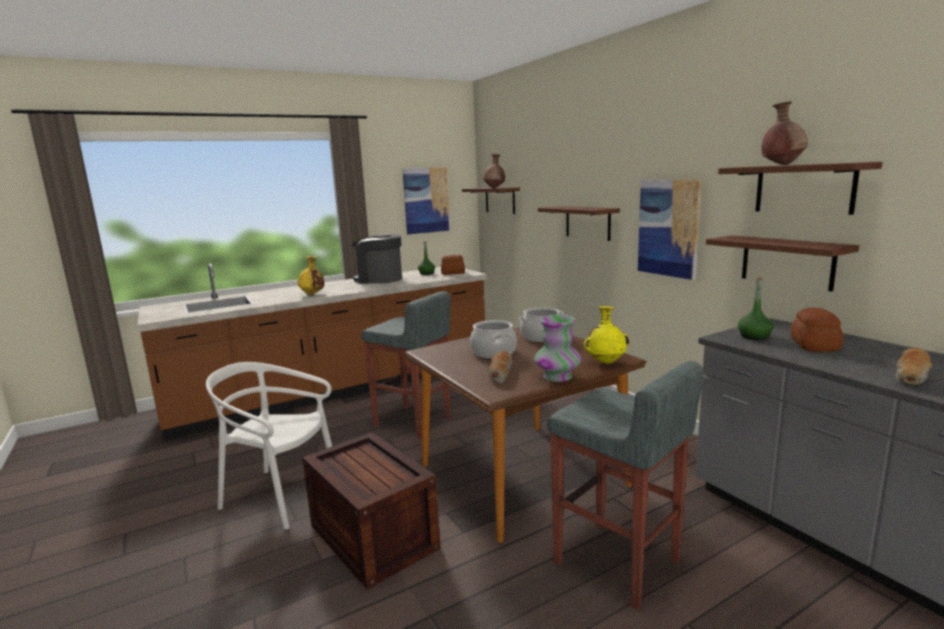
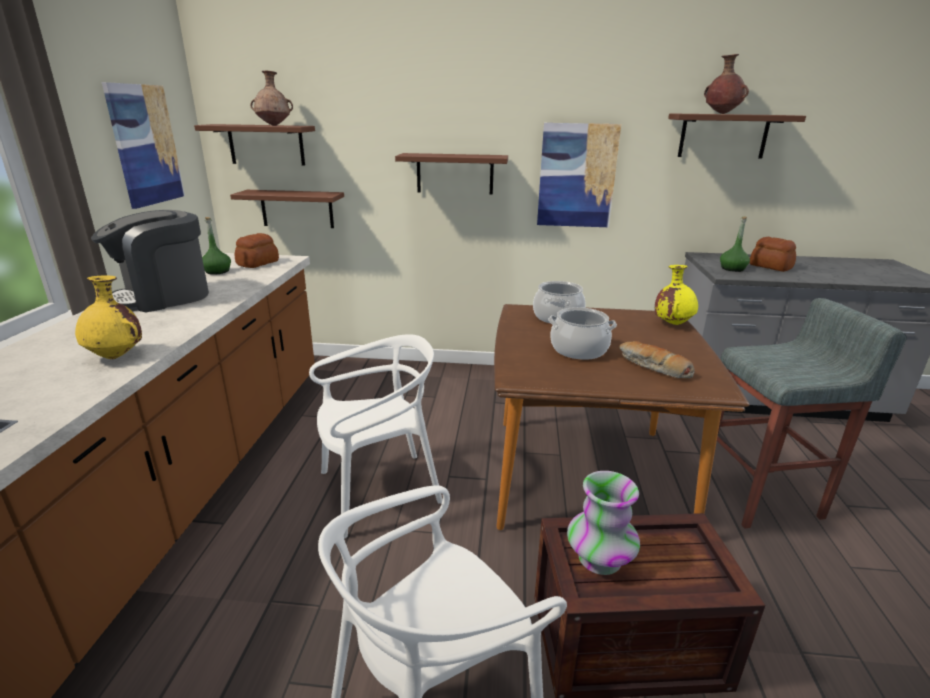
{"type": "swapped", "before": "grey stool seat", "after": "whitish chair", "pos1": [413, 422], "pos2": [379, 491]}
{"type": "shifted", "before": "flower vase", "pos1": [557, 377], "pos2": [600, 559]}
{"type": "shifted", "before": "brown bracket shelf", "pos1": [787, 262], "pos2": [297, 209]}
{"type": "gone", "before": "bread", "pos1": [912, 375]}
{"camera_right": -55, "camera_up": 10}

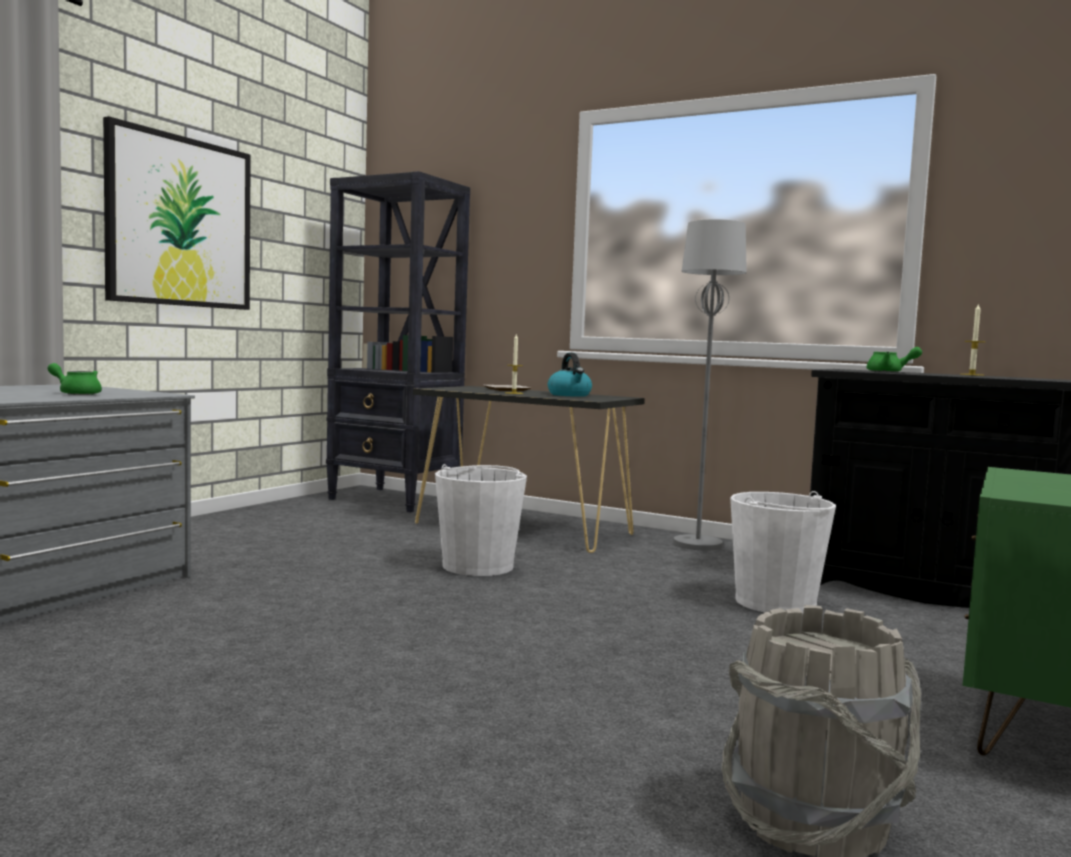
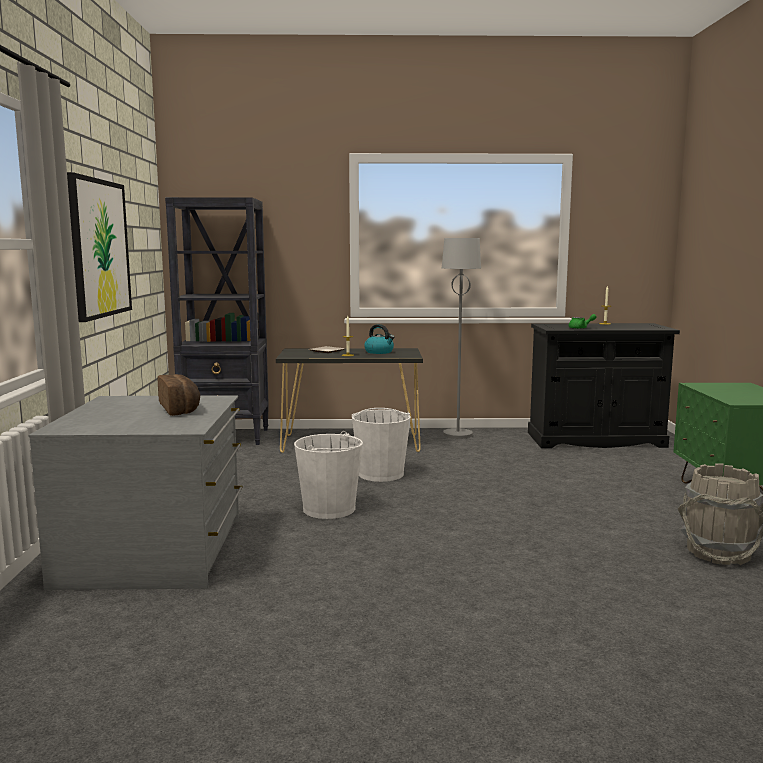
{"type": "swapped", "before": "green teapot", "after": "bread", "pos1": [76, 393], "pos2": [181, 408]}
{"type": "shifted", "before": "whitish water bucket", "pos1": [776, 603], "pos2": [329, 509]}
{"camera_right": -30, "camera_up": 5}

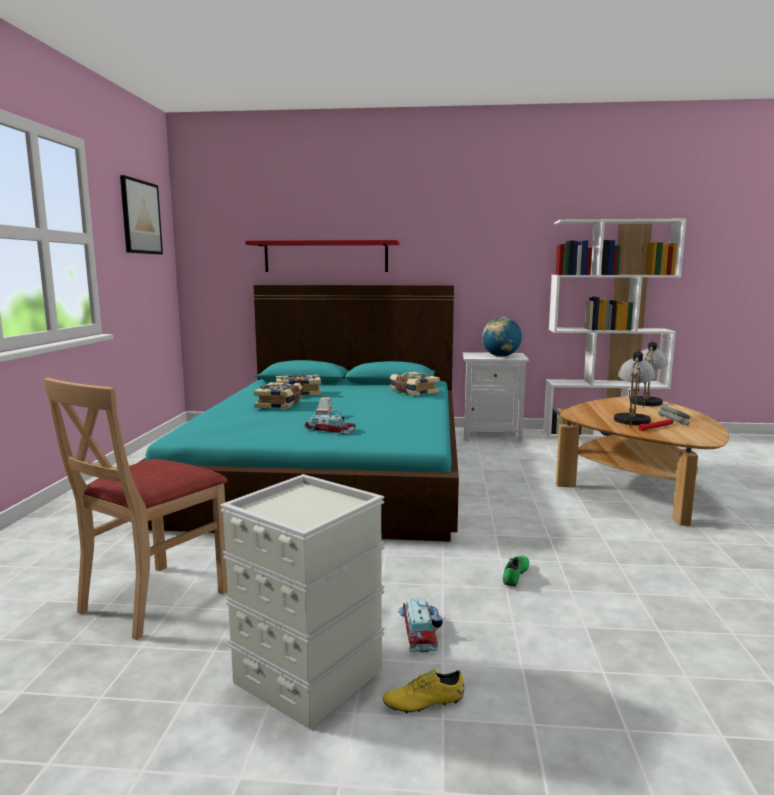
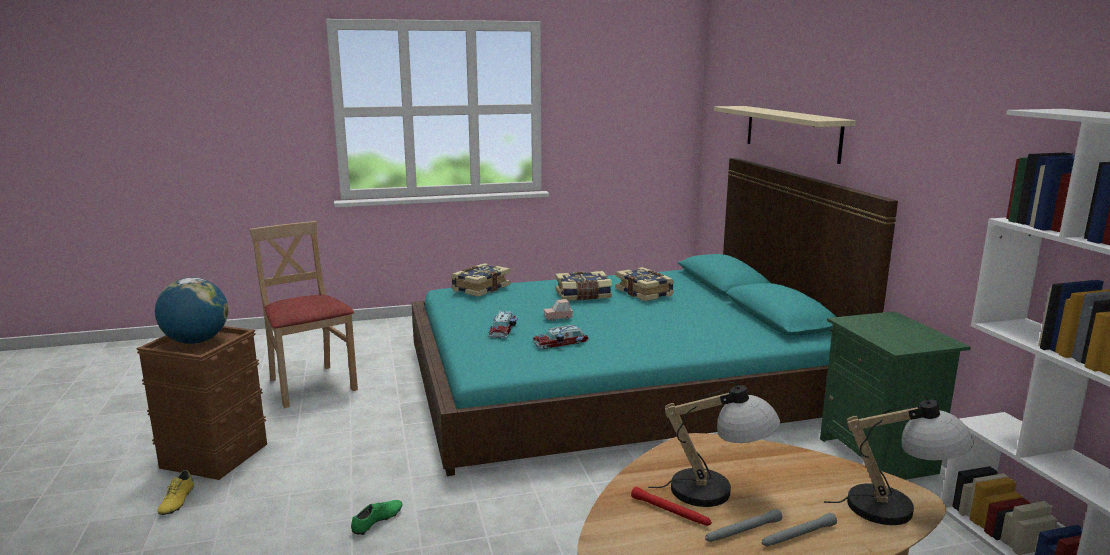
{"type": "rotated", "before": "beige chair", "pos1": [153, 599], "pos2": [311, 385], "turn": 45}
{"type": "gone", "before": "wall picture", "pos1": [141, 217]}
{"type": "repainted", "before": "grey storage container", "after": "brown storage container", "pos1": [308, 677], "pos2": [213, 456]}
{"type": "repainted", "before": "reddish bracket shelf", "after": "beige bracket shelf", "pos1": [326, 256], "pos2": [791, 132]}
{"type": "rotated", "before": "yellowish item of footwear", "pos1": [424, 703], "pos2": [177, 502], "turn": -150}
{"type": "shifted", "before": "volume", "pos1": [413, 392], "pos2": [480, 288]}
{"type": "shifted", "before": "miniature car", "pos1": [421, 630], "pos2": [561, 343]}
{"type": "repainted", "before": "whitish night table", "after": "green night table", "pos1": [491, 434], "pos2": [879, 456]}
{"type": "shifted", "before": "world globe", "pos1": [501, 356], "pos2": [196, 341]}
{"type": "rotated", "before": "green item of footwear", "pos1": [516, 576], "pos2": [377, 522], "turn": -60}
{"camera_right": 70, "camera_up": 5}

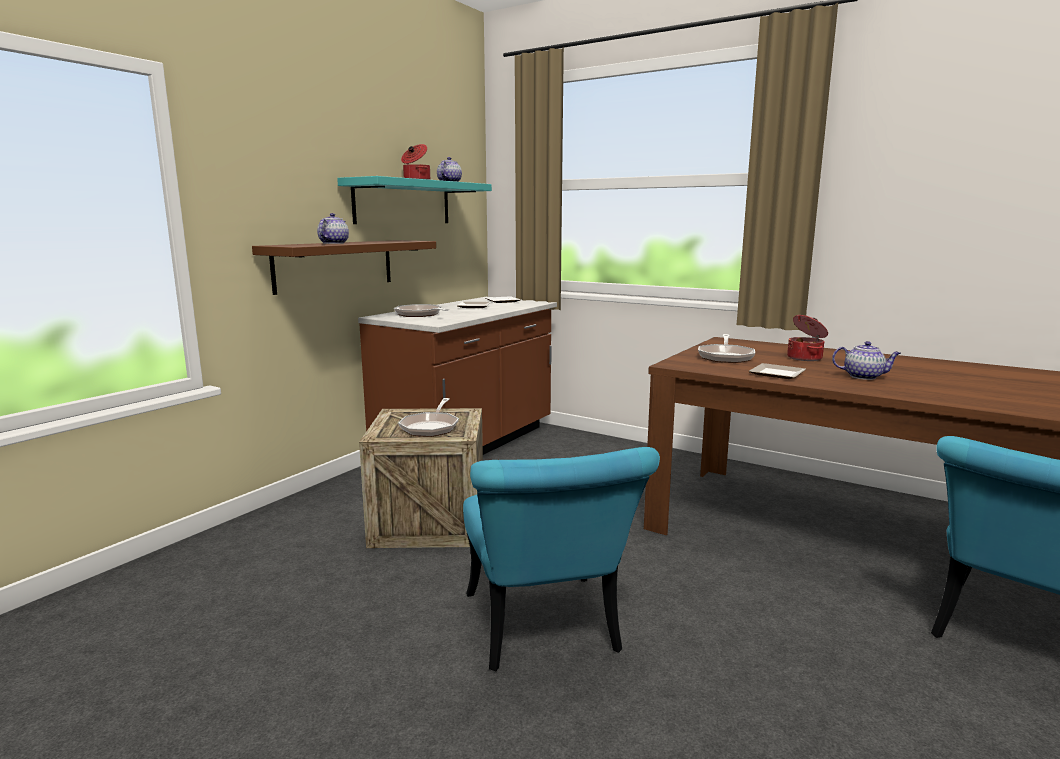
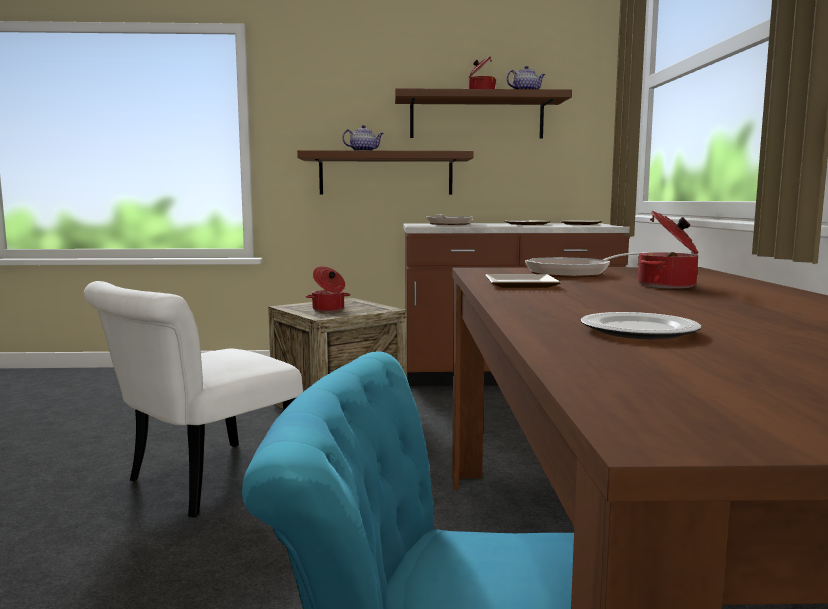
{"type": "repainted", "before": "turquoise-coloured bracket shelf", "after": "brown bracket shelf", "pos1": [403, 202], "pos2": [476, 117]}
{"type": "swapped", "before": "skillet", "after": "cooking pot", "pos1": [431, 427], "pos2": [328, 309]}
{"type": "repainted", "before": "turquoise-coloured chair", "after": "whitish chair", "pos1": [546, 633], "pos2": [200, 484]}
{"type": "gone", "before": "teapot", "pos1": [864, 376]}
{"type": "new", "after": "plate", "pos2": [640, 331]}
{"camera_right": 55, "camera_up": -5}

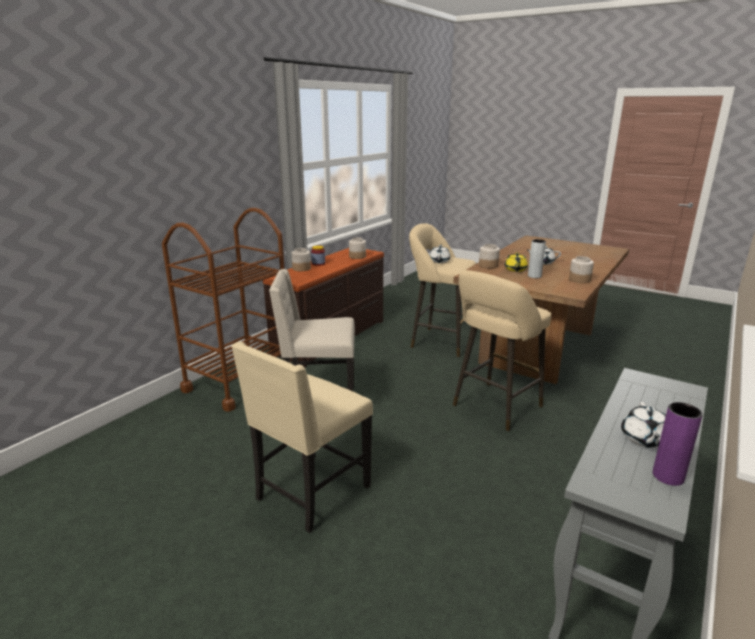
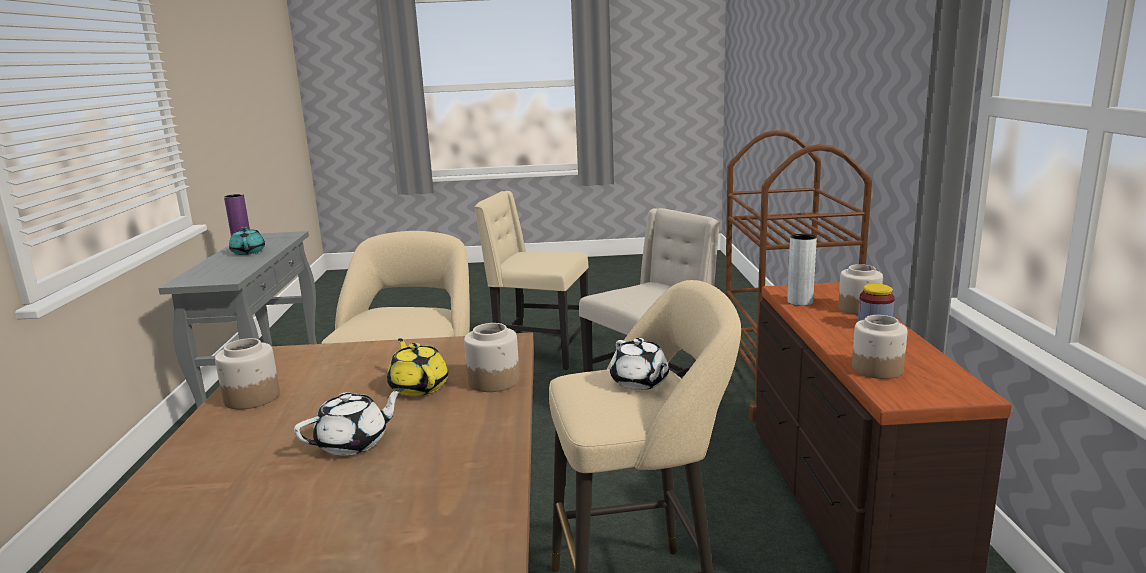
{"type": "rotated", "before": "beige chair", "pos1": [311, 493], "pos2": [539, 352], "turn": -75}
{"type": "shifted", "before": "grey flower vase", "pos1": [534, 276], "pos2": [800, 302]}
{"type": "repainted", "before": "whitish teapot", "after": "turquoise-coloured teapot", "pos1": [644, 439], "pos2": [248, 252]}
{"camera_right": 145, "camera_up": -5}

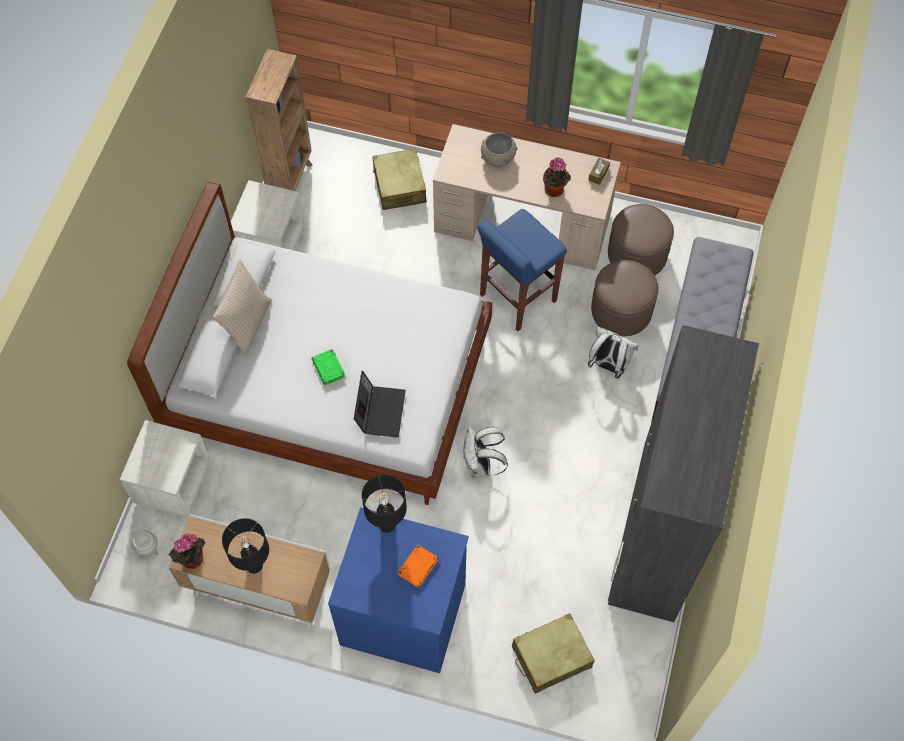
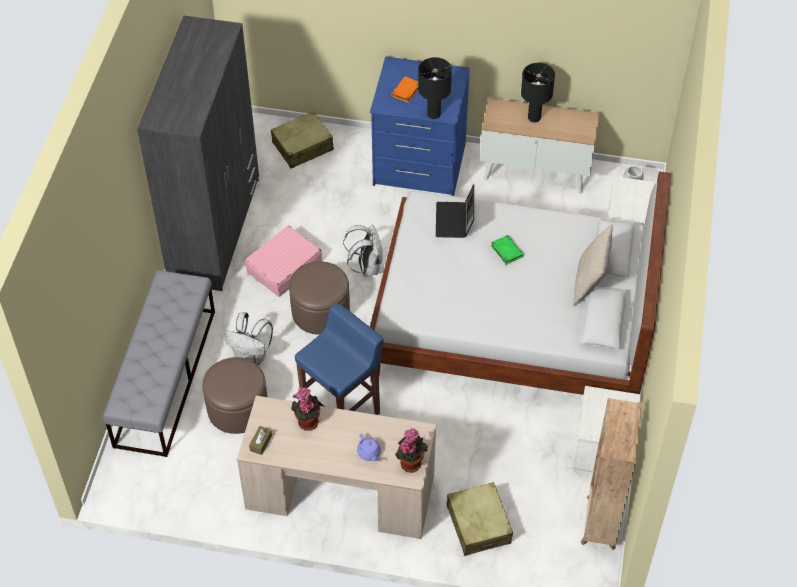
{"type": "shifted", "before": "plant in a pot", "pos1": [192, 561], "pos2": [410, 462]}
{"type": "swapped", "before": "grey serving bowl", "after": "purple-coloured teapot", "pos1": [498, 158], "pos2": [369, 453]}
{"type": "shifted", "before": "brown footrest", "pos1": [637, 254], "pos2": [320, 311]}
{"type": "new", "after": "pink piece of luggage", "pos2": [284, 268]}
{"camera_right": 175, "camera_up": -10}

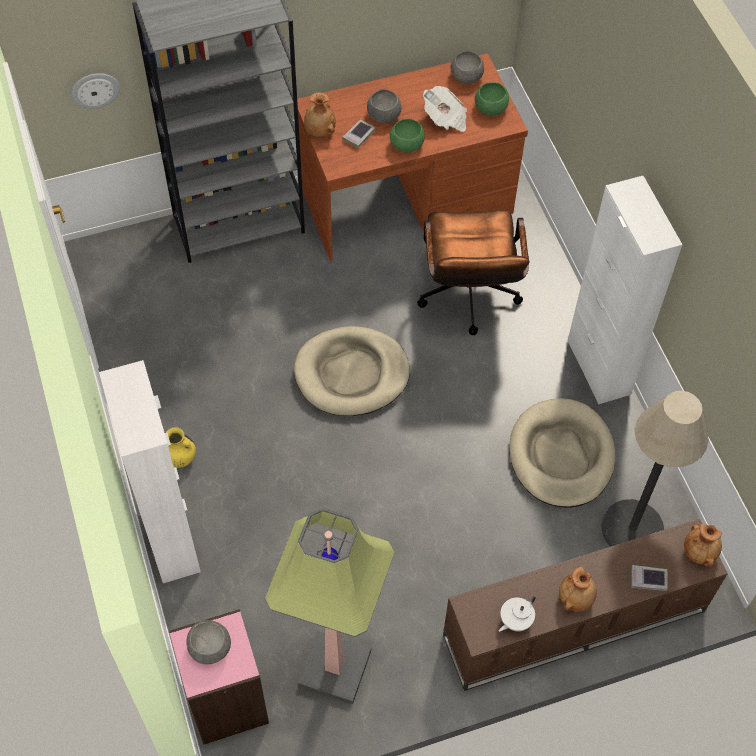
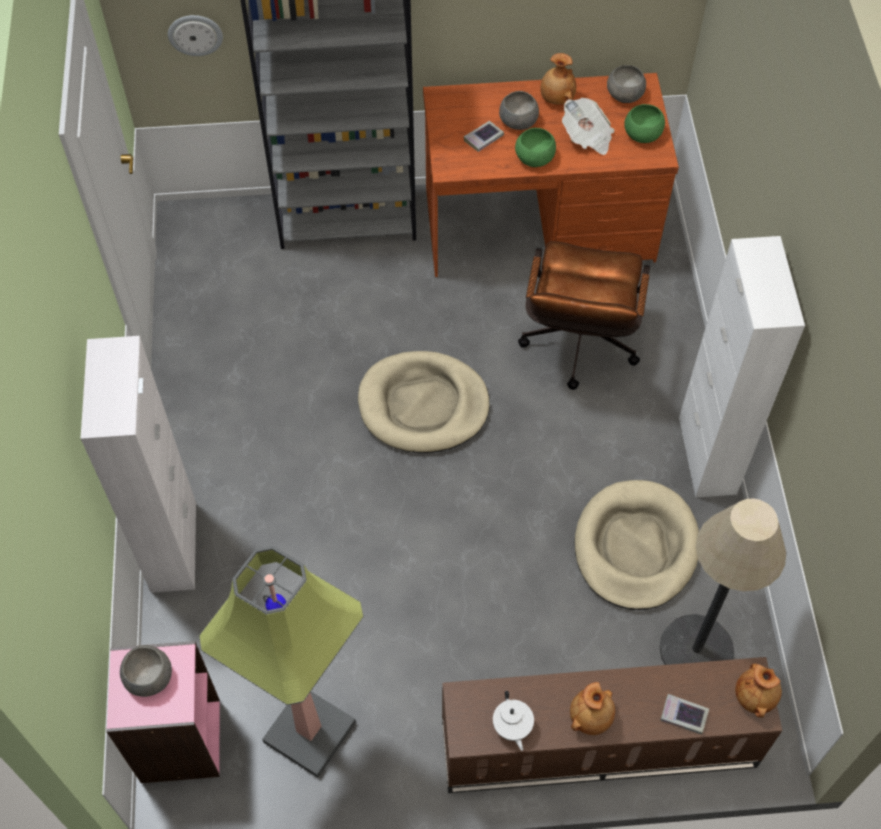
{"type": "gone", "before": "yellowish flower vase", "pos1": [179, 458]}
{"type": "shifted", "before": "brown flower vase", "pos1": [319, 131], "pos2": [556, 98]}
{"type": "rotated", "before": "whitish teapot", "pos1": [515, 620], "pos2": [512, 727], "turn": -75}
{"camera_right": 15, "camera_up": 0}

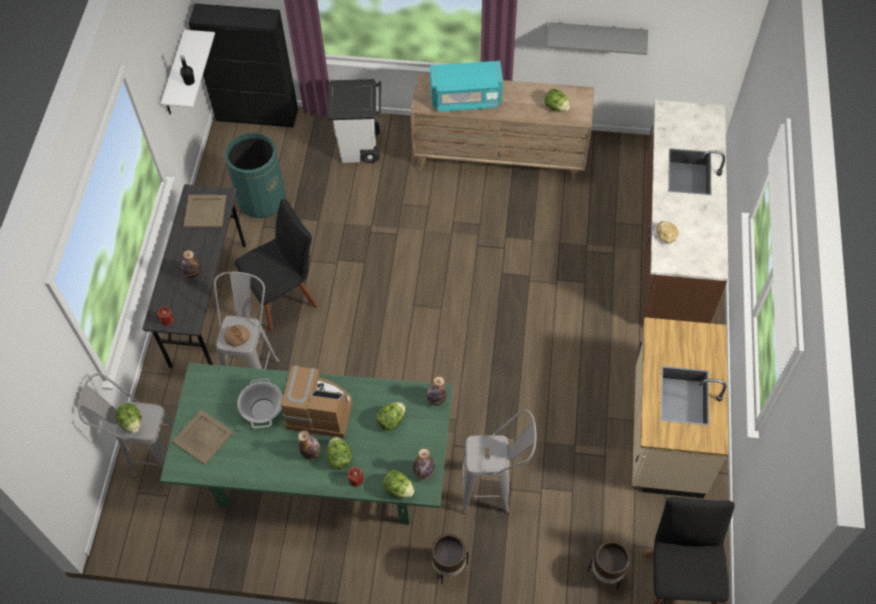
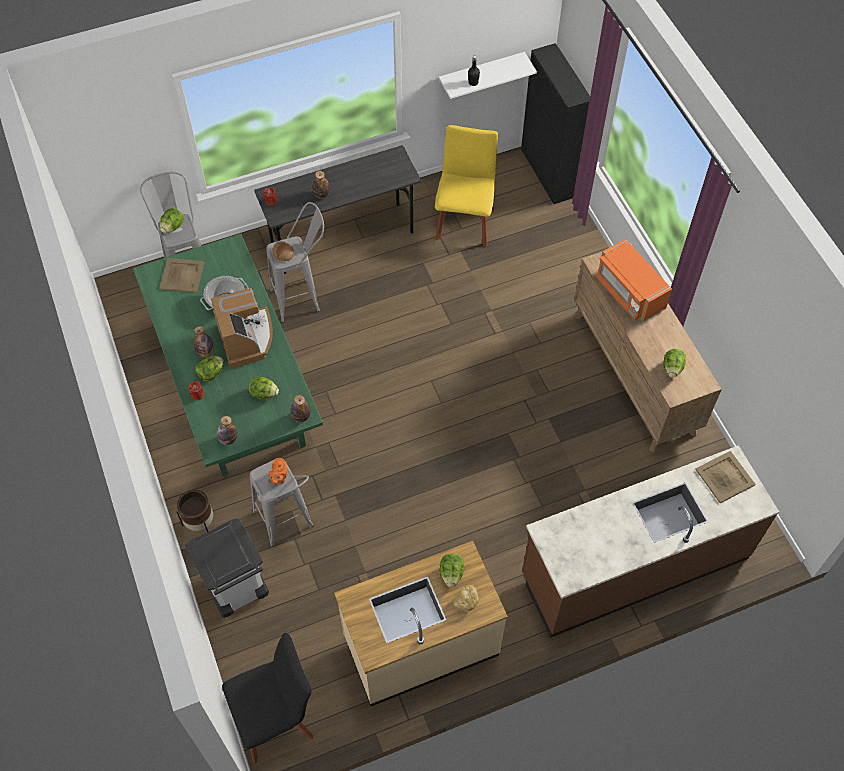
{"type": "shifted", "before": "beige carrying tray", "pos1": [205, 211], "pos2": [725, 477]}
{"type": "swapped", "before": "green rubbish bin", "after": "yellowish chair", "pos1": [262, 199], "pos2": [464, 221]}
{"type": "gone", "before": "blackish chair", "pos1": [284, 296]}
{"type": "shifted", "before": "whitish rubbish bin", "pos1": [360, 147], "pos2": [236, 590]}
{"type": "shifted", "before": "lettuce", "pos1": [398, 489], "pos2": [451, 573]}
{"type": "repainted", "before": "turquoise-coloured microwave", "after": "orange microwave", "pos1": [466, 98], "pos2": [629, 292]}
{"type": "gone", "before": "grey bracket shelf", "pos1": [596, 36]}
{"type": "gone", "before": "brown flower pot", "pos1": [606, 573]}
{"type": "shifted", "before": "bread", "pos1": [666, 235], "pos2": [466, 601]}
{"type": "new", "after": "orange teapot", "pos2": [279, 477]}
{"camera_right": 60, "camera_up": 0}

